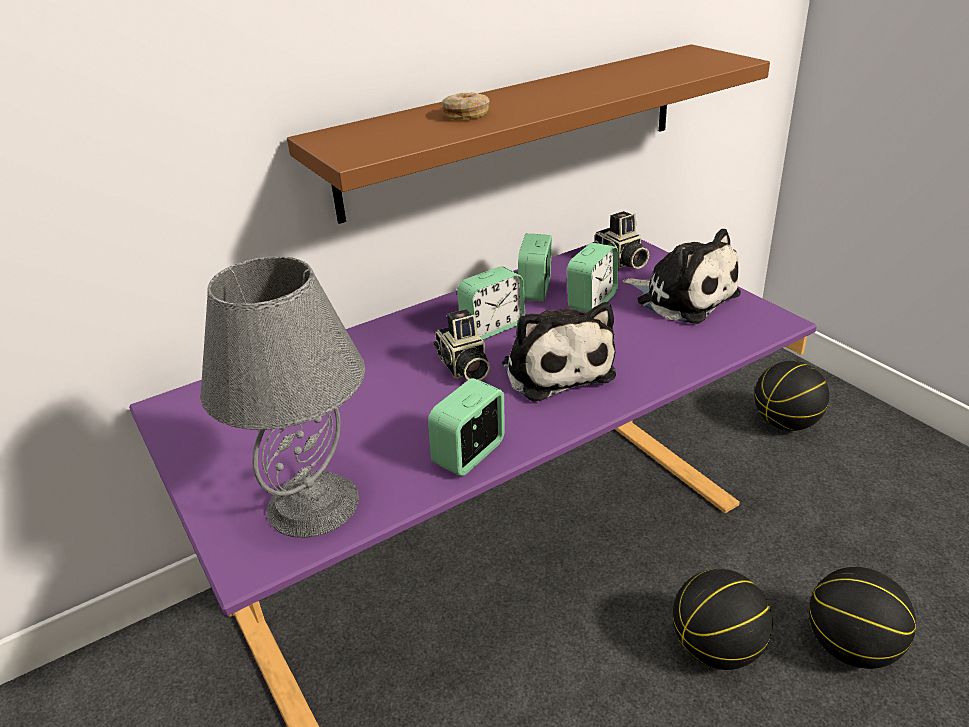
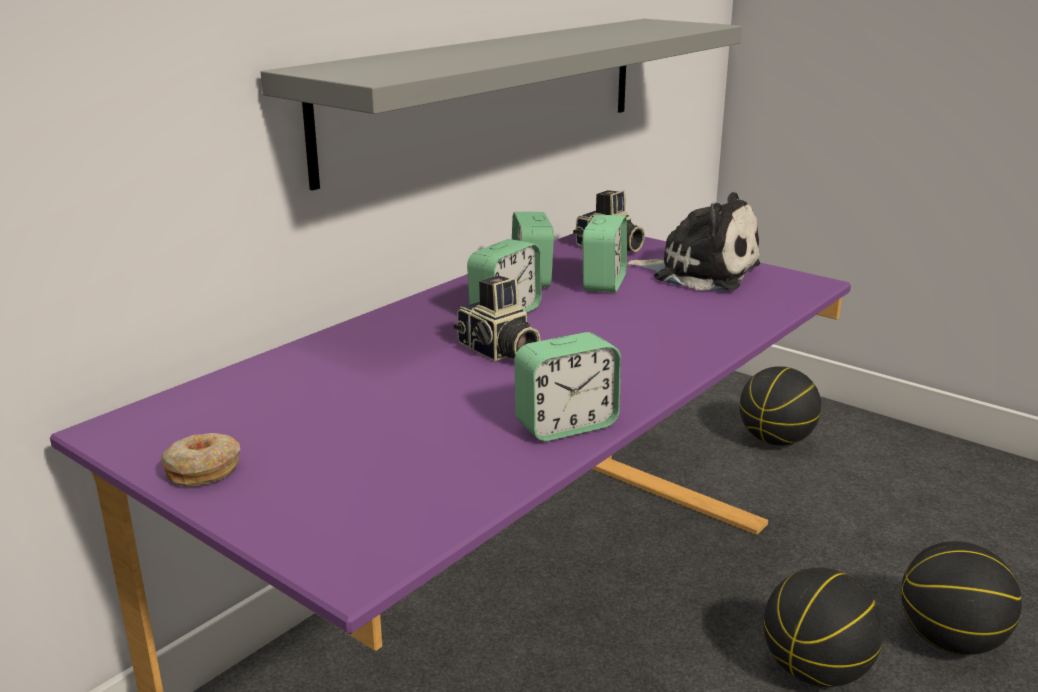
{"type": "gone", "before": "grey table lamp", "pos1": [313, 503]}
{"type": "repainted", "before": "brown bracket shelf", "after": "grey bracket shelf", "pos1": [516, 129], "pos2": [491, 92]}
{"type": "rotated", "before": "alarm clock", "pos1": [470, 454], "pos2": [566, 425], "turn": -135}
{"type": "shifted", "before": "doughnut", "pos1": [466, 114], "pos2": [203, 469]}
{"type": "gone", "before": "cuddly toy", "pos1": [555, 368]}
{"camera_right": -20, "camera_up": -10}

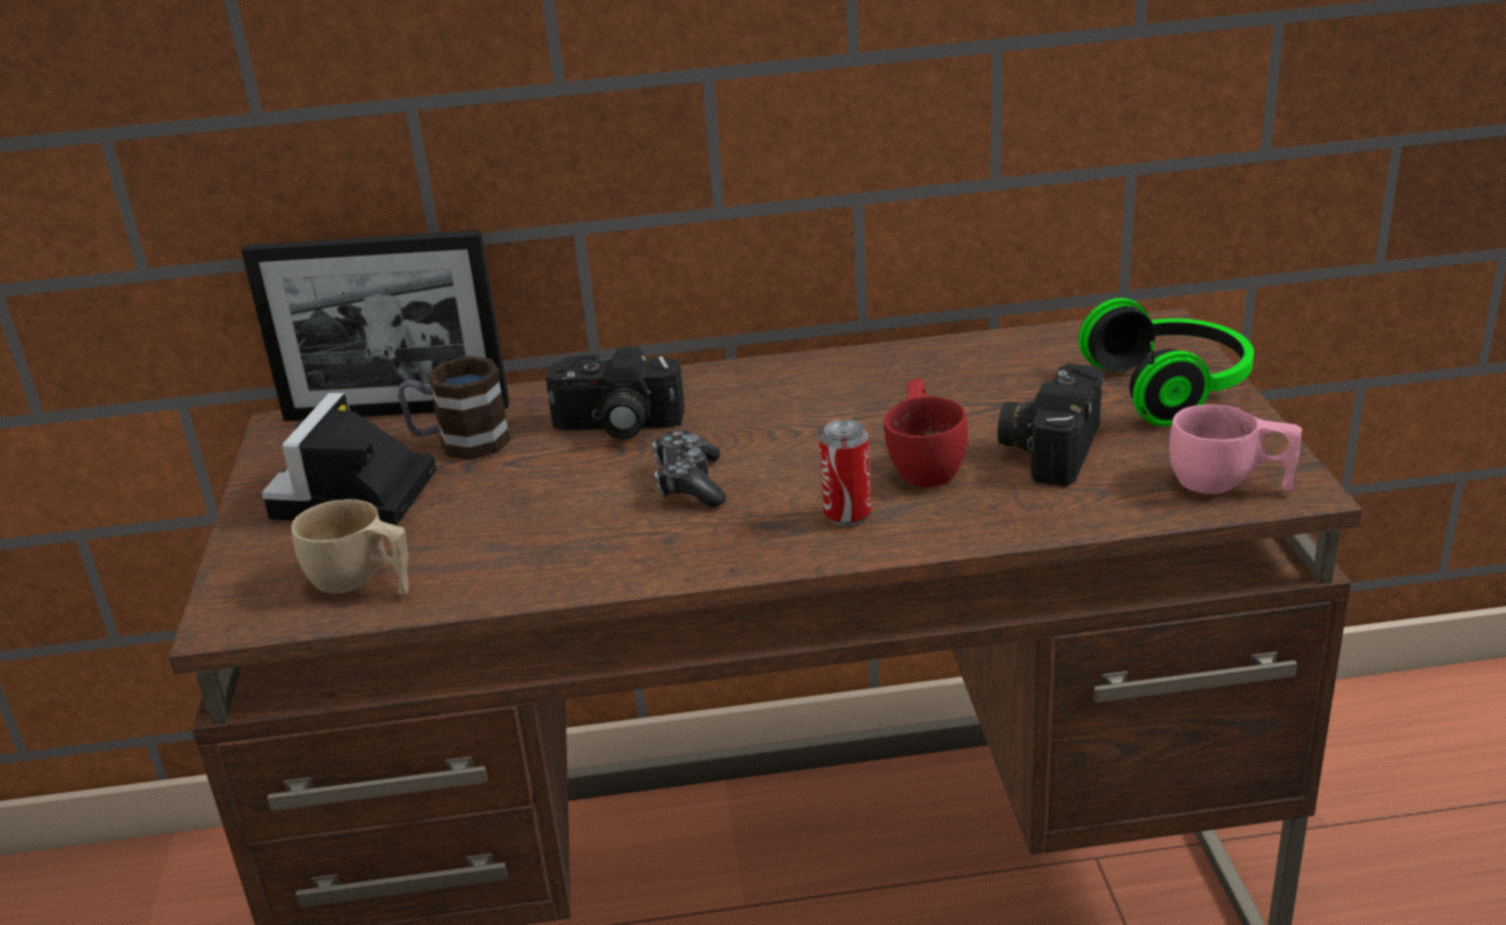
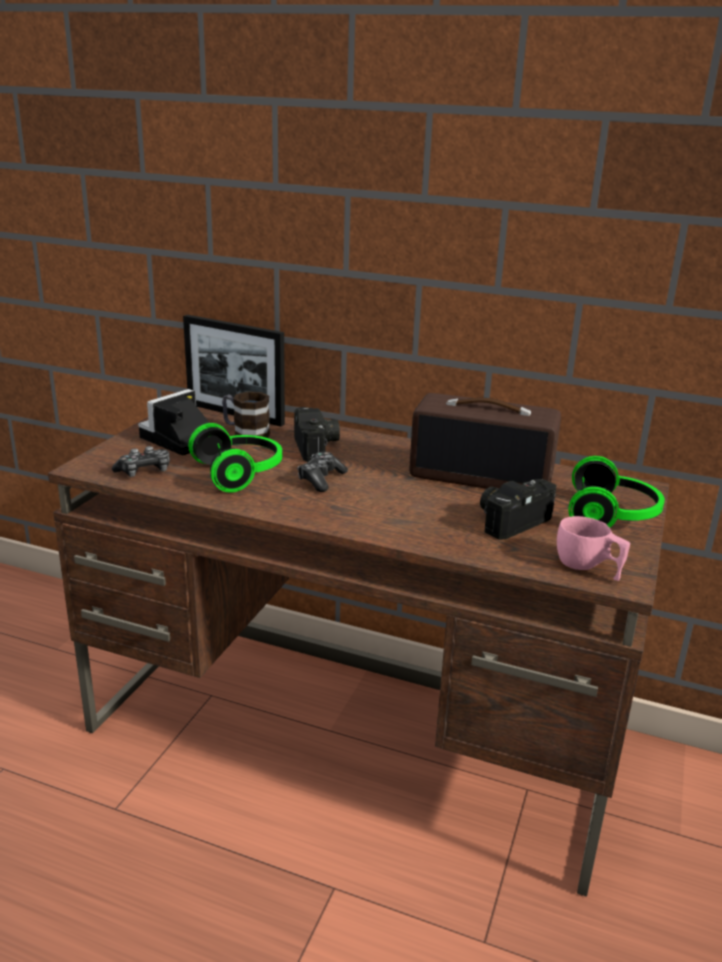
{"type": "swapped", "before": "beige cup", "after": "game controller", "pos1": [362, 584], "pos2": [144, 472]}
{"type": "rotated", "before": "photo camera", "pos1": [616, 426], "pos2": [317, 447], "turn": -135}
{"type": "gone", "before": "sealed can", "pos1": [847, 515]}
{"type": "gone", "before": "reddish cup", "pos1": [926, 463]}
{"type": "new", "after": "pair of headphones", "pos2": [240, 473]}
{"type": "new", "after": "radio", "pos2": [482, 476]}
{"camera_right": 25, "camera_up": -5}

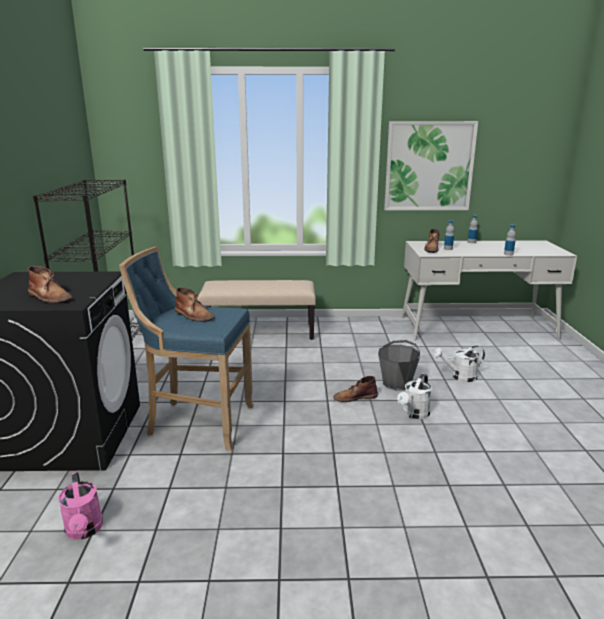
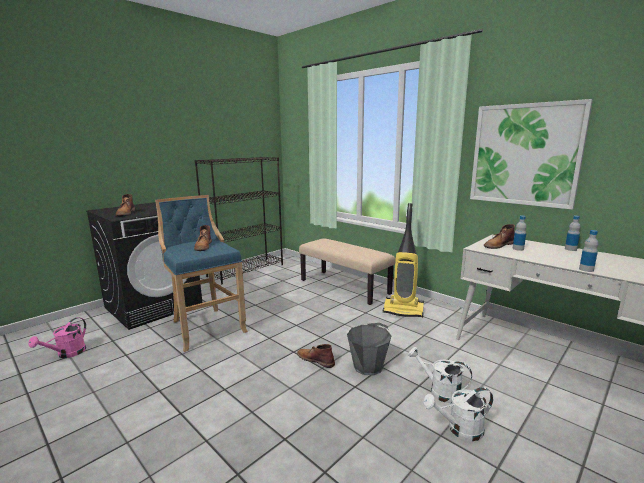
{"type": "shifted", "before": "whitish watering pot", "pos1": [414, 414], "pos2": [459, 430]}
{"type": "new", "after": "vacuum", "pos2": [403, 310]}
{"camera_right": 45, "camera_up": -5}

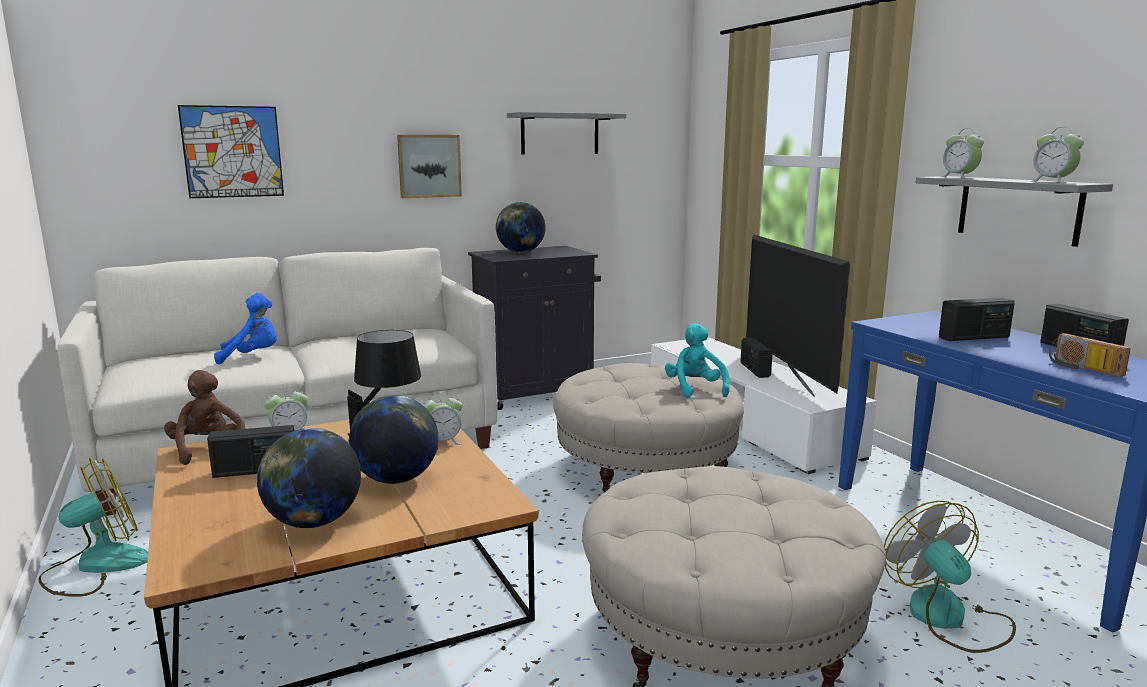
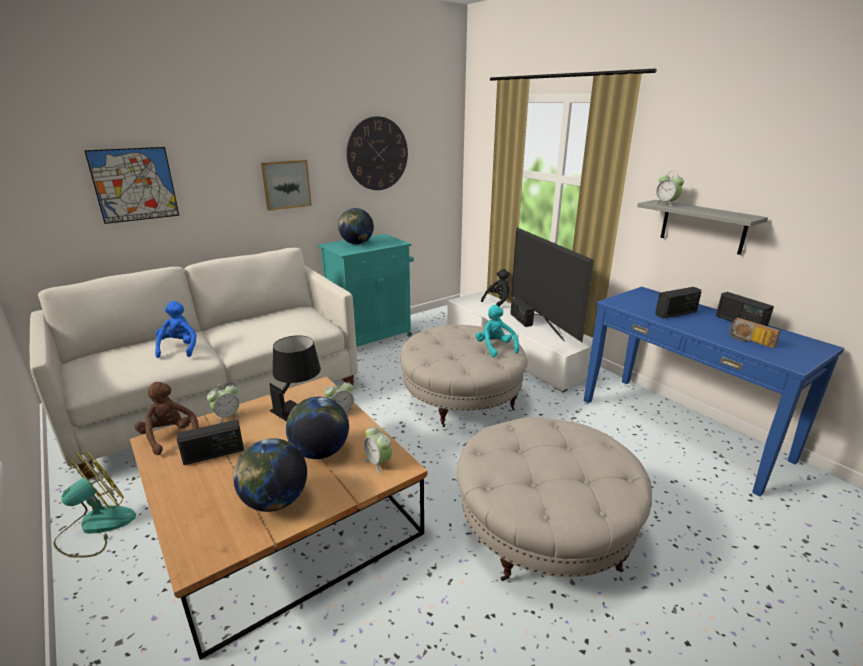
{"type": "rotated", "before": "blue-coloured cuddly toy", "pos1": [252, 357], "pos2": [179, 348], "turn": -75}
{"type": "repainted", "before": "blackish storage cabinet", "after": "turquoise-coloured storage cabinet", "pos1": [536, 392], "pos2": [371, 337]}
{"type": "swapped", "before": "grey bracket shelf", "after": "hanging clock", "pos1": [560, 134], "pos2": [377, 154]}
{"type": "gone", "before": "cooling fan", "pos1": [948, 618]}
{"type": "shifted", "before": "alarm clock", "pos1": [1053, 181], "pos2": [378, 462]}
{"type": "new", "after": "blackish cuddly toy", "pos2": [497, 301]}
{"camera_right": -10, "camera_up": 10}

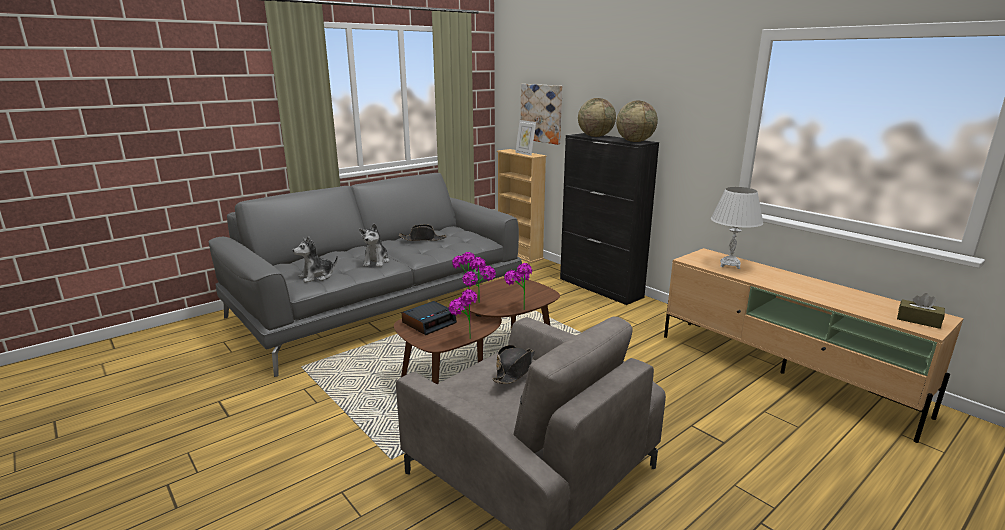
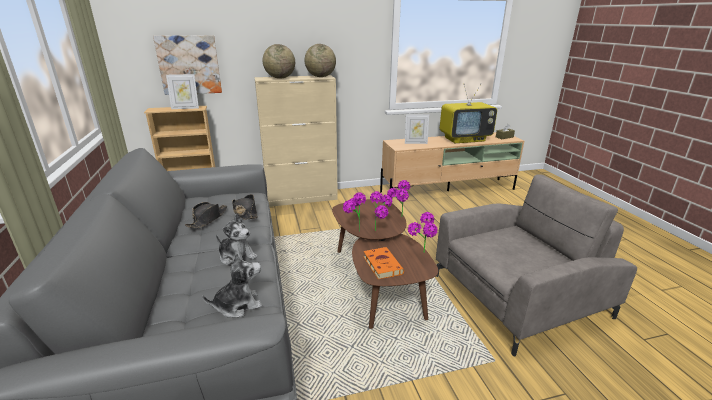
{"type": "rotated", "before": "cuddly toy", "pos1": [317, 277], "pos2": [238, 305], "turn": -105}
{"type": "swapped", "before": "alarm clock", "after": "orange volume", "pos1": [429, 323], "pos2": [381, 264]}
{"type": "shifted", "before": "blackish wearable hat", "pos1": [514, 370], "pos2": [245, 212]}
{"type": "repainted", "before": "blackish storage cabinet", "after": "beige storage cabinet", "pos1": [600, 288], "pos2": [302, 198]}
{"type": "swapped", "before": "whitish table lamp", "after": "picture frame", "pos1": [730, 265], "pos2": [415, 143]}
{"type": "new", "after": "TV", "pos2": [465, 139]}
{"camera_right": -65, "camera_up": 5}

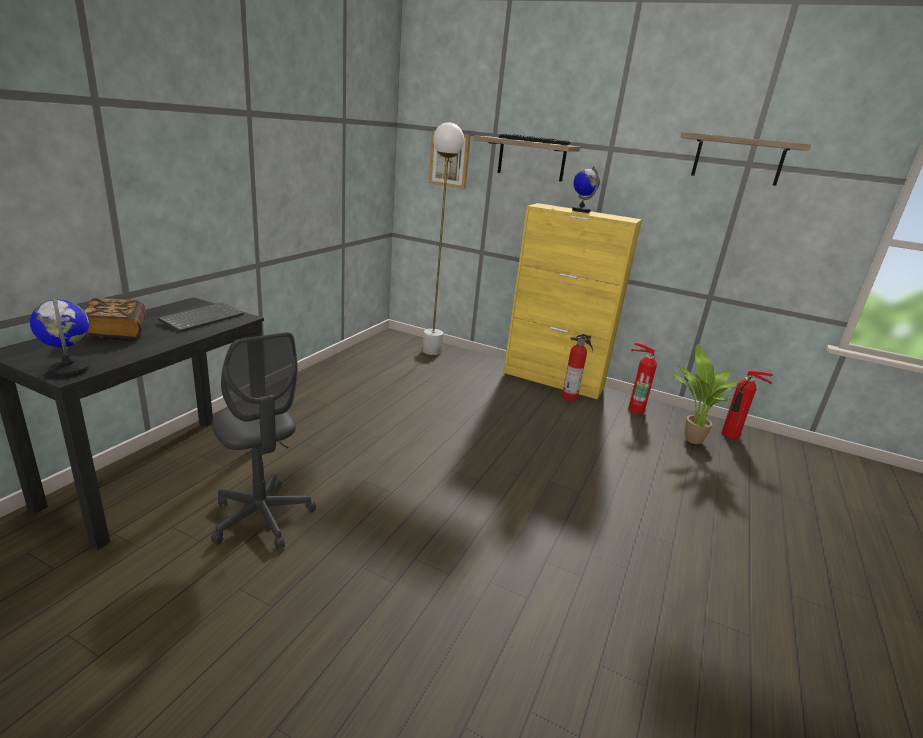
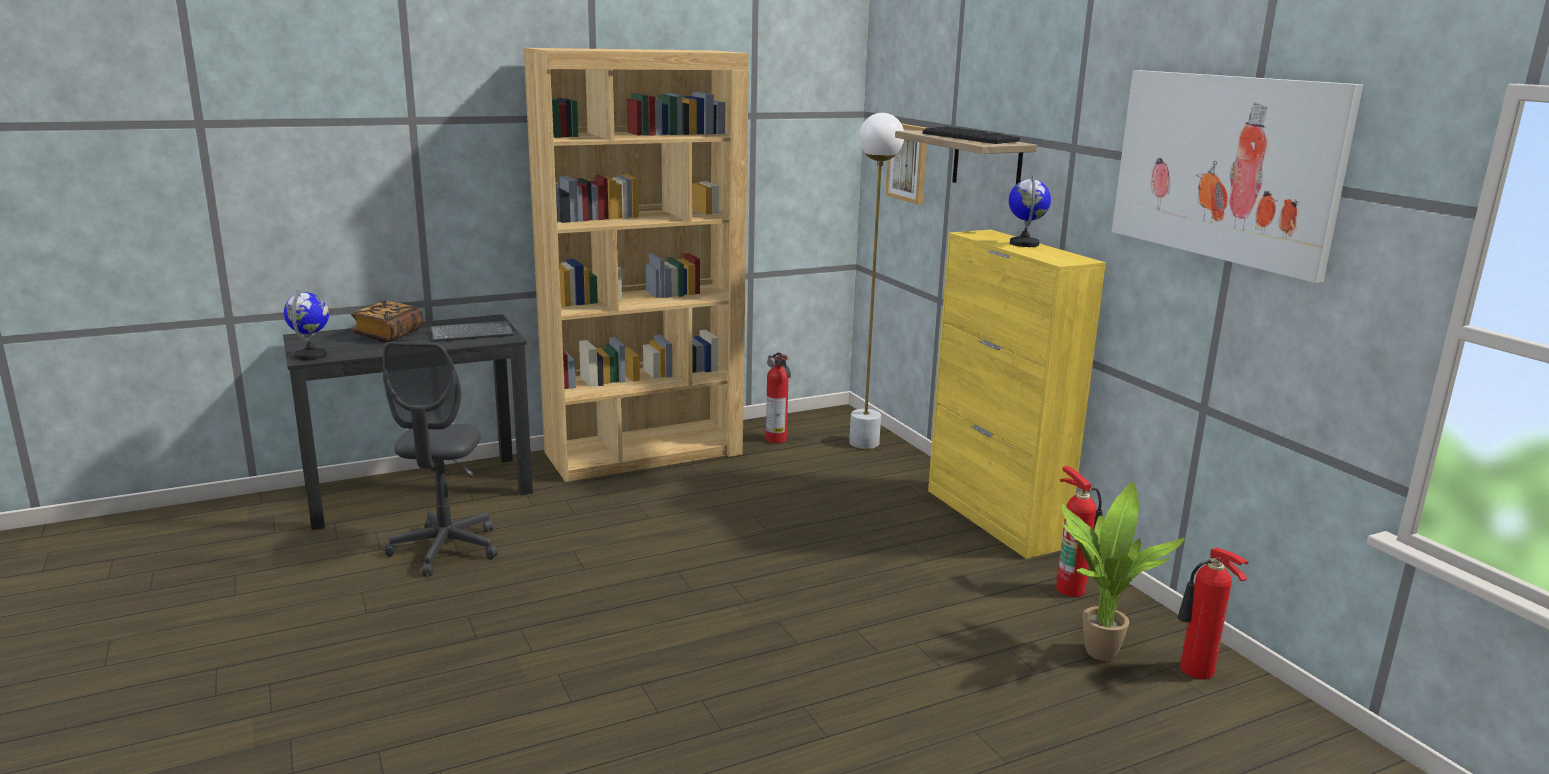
{"type": "shifted", "before": "extinguisher", "pos1": [570, 397], "pos2": [777, 439]}
{"type": "swapped", "before": "bracket shelf", "after": "wall picture", "pos1": [738, 159], "pos2": [1224, 167]}
{"type": "new", "after": "brown shelving unit", "pos2": [645, 453]}
{"camera_right": 40, "camera_up": -5}

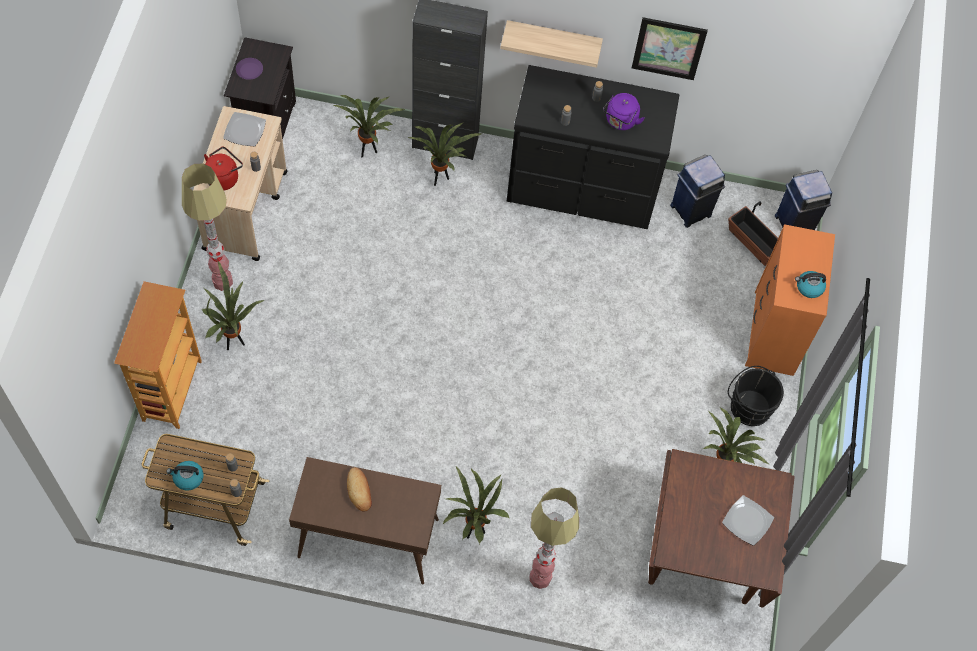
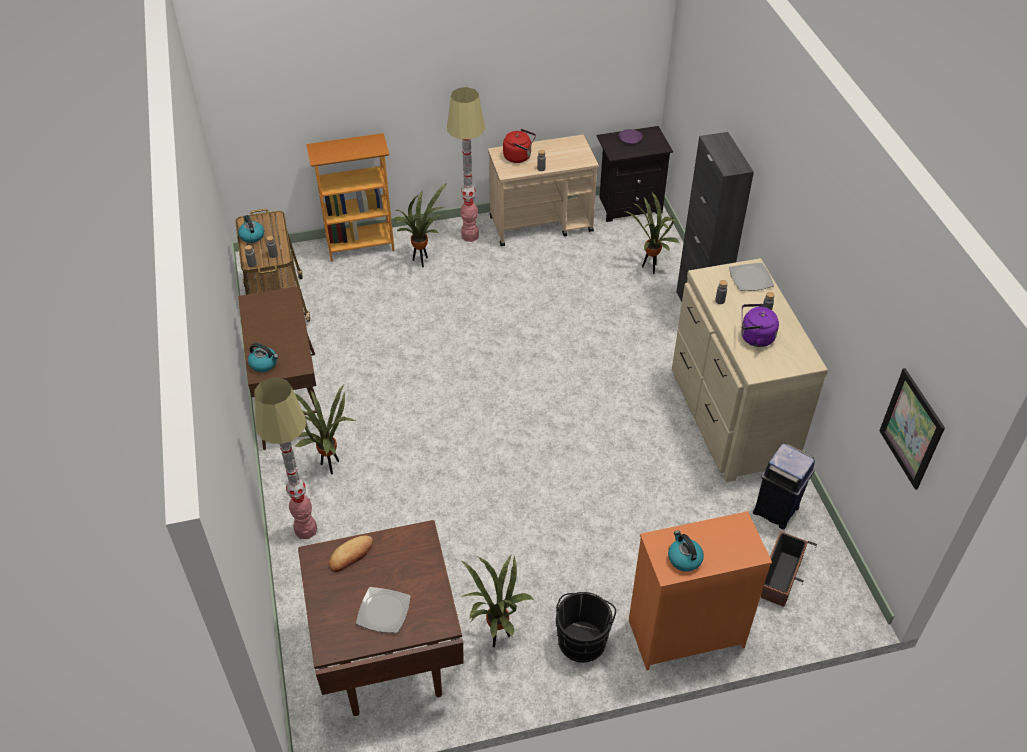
{"type": "shifted", "before": "plate", "pos1": [245, 131], "pos2": [750, 279]}
{"type": "shifted", "before": "bread", "pos1": [359, 490], "pos2": [351, 555]}
{"type": "gone", "before": "plant in a pot", "pos1": [440, 179]}
{"type": "gone", "before": "bracket shelf", "pos1": [553, 39]}
{"type": "repainted", "before": "blackish dresser", "after": "beige dresser", "pos1": [582, 189], "pos2": [730, 418]}
{"type": "shifted", "before": "wall picture", "pos1": [668, 48], "pos2": [911, 429]}
{"type": "gone", "before": "blue-coloured rubbish bin", "pos1": [795, 224]}
{"type": "new", "after": "water kettle", "pos2": [264, 364]}
{"camera_right": 70, "camera_up": -15}

